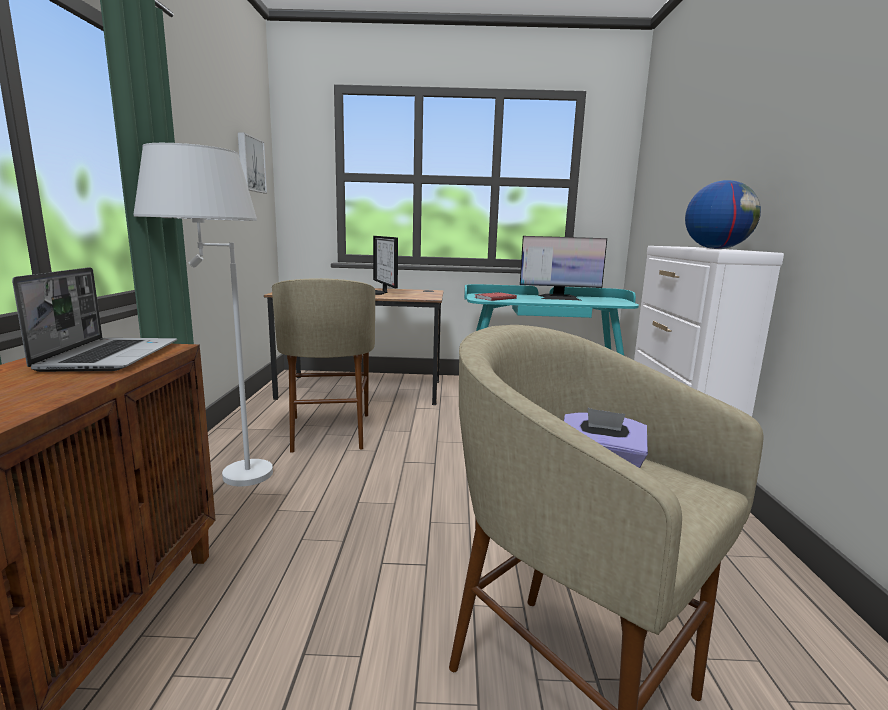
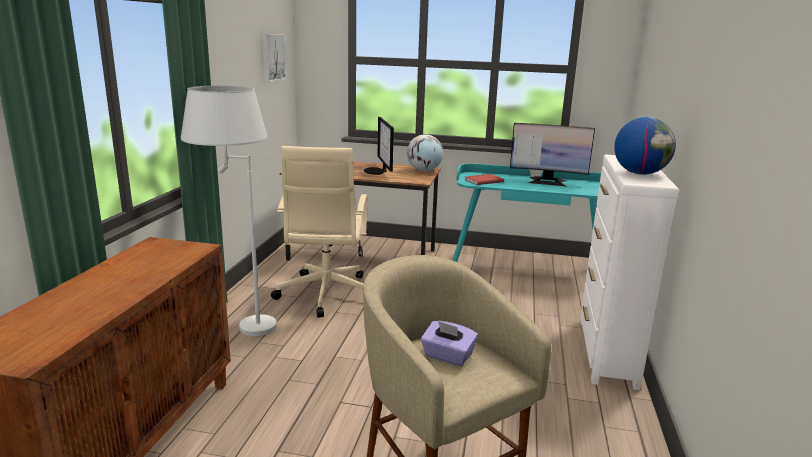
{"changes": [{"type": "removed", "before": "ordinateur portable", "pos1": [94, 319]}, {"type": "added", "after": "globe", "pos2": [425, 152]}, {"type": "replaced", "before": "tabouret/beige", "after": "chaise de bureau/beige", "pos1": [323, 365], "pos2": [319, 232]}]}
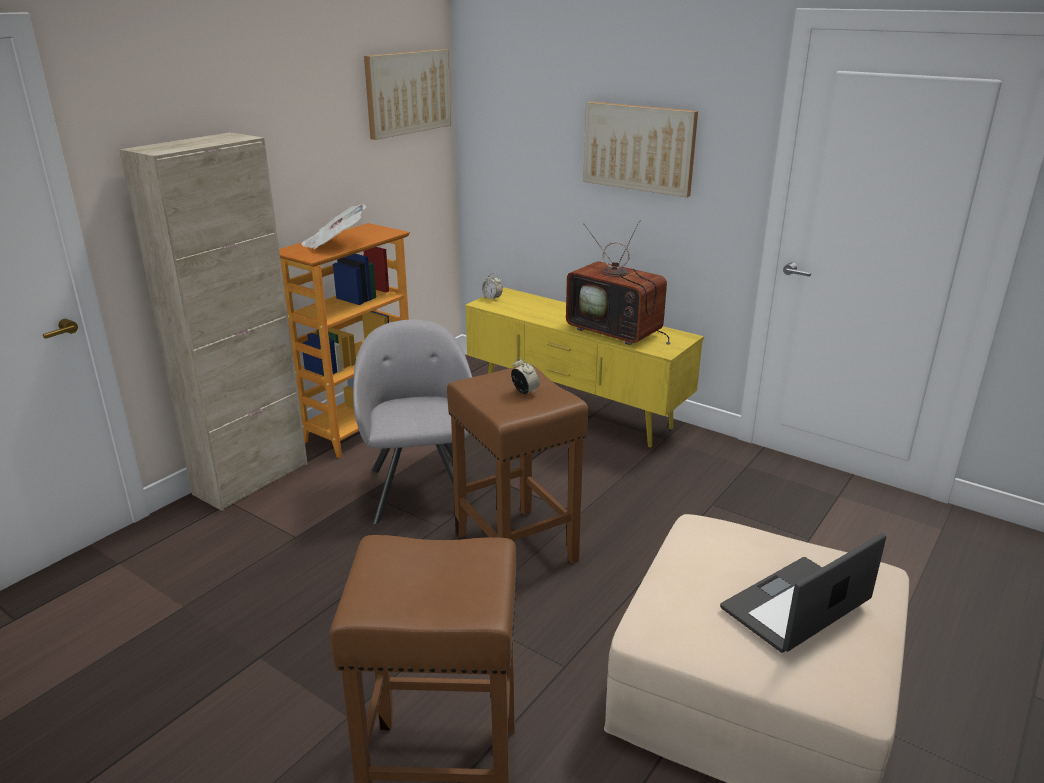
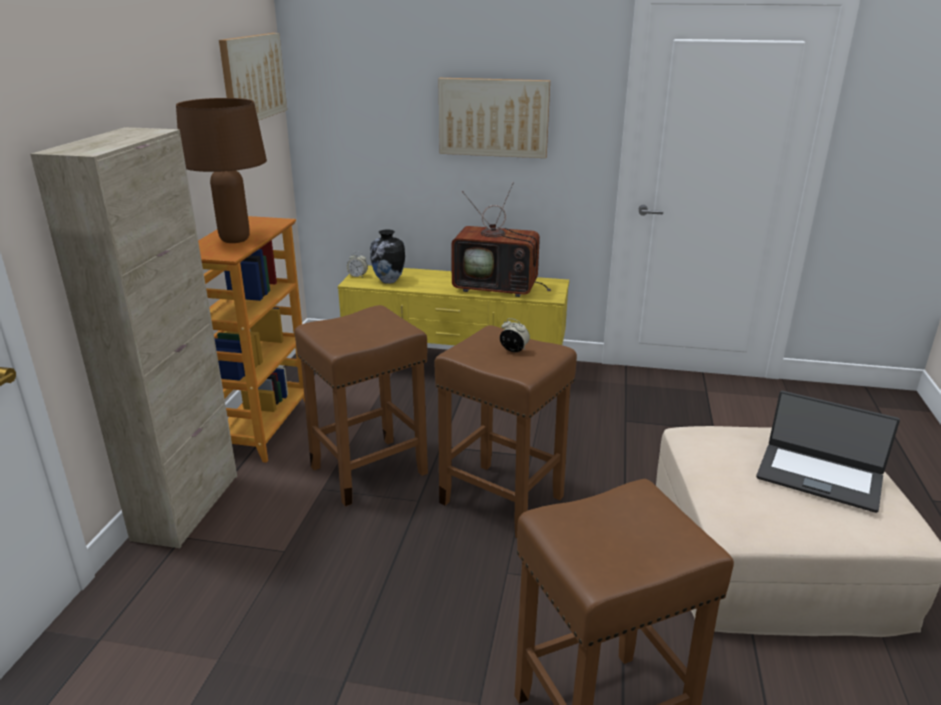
{"changes": [{"type": "added", "after": "vase", "pos2": [387, 256]}, {"type": "replaced", "before": "journal", "after": "lampe de table/marron", "pos1": [333, 226], "pos2": [221, 170]}, {"type": "replaced", "before": "fauteuil/gris", "after": "tabouret/marron", "pos1": [412, 422], "pos2": [361, 405]}, {"type": "turned", "before": "ordinateur portable", "pos1": [803, 593], "pos2": [828, 452], "turn": -90}]}
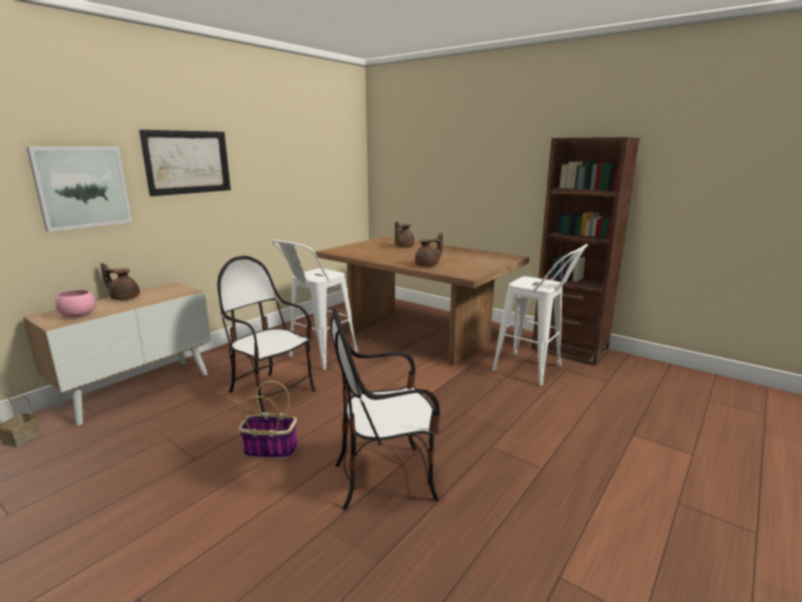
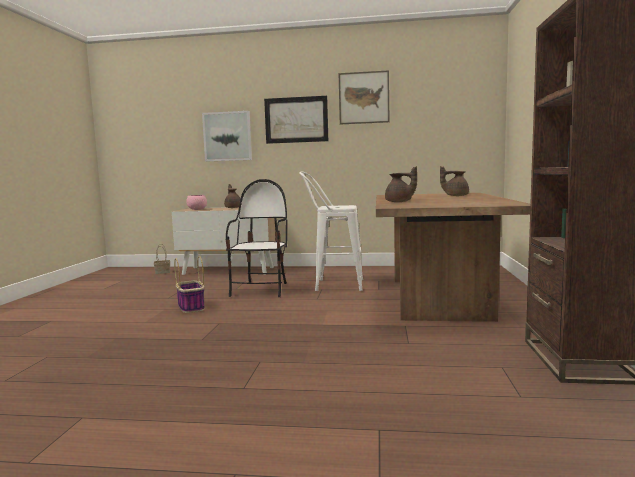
{"changes": [{"type": "removed", "before": "chaise", "pos1": [385, 408]}, {"type": "removed", "before": "tabouret/blanc", "pos1": [540, 315]}, {"type": "added", "after": "tableau", "pos2": [364, 97]}]}
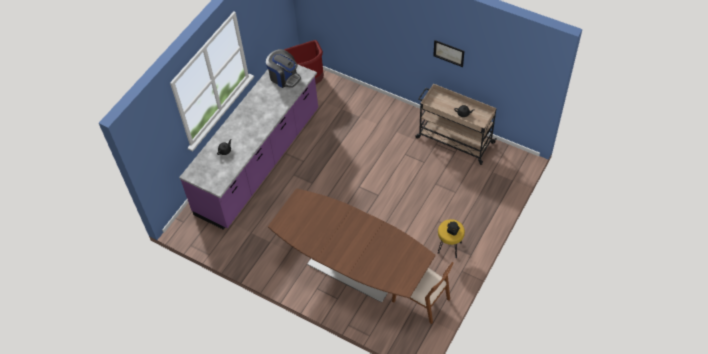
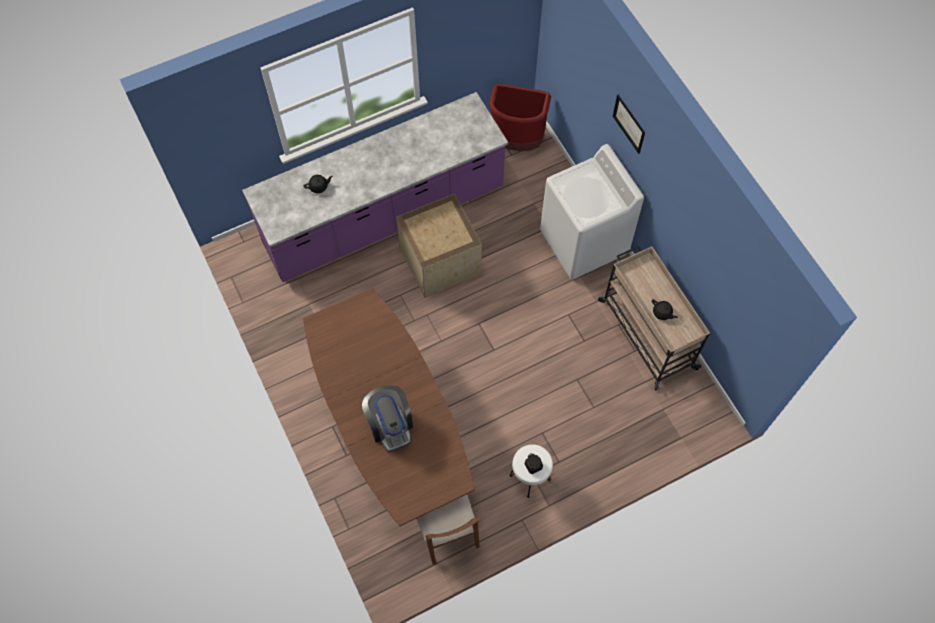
{"changes": [{"type": "added", "after": "caisse", "pos2": [439, 246]}, {"type": "added", "after": "lave-linge/blanc", "pos2": [592, 212]}, {"type": "moved", "before": "machine à café", "pos1": [283, 68], "pos2": [387, 418]}, {"type": "moved", "before": "tableau", "pos1": [448, 53], "pos2": [629, 124]}, {"type": "recoloured", "before": "tabouret/jaune", "after": "tabouret/blanc", "pos1": [451, 238], "pos2": [531, 471]}]}
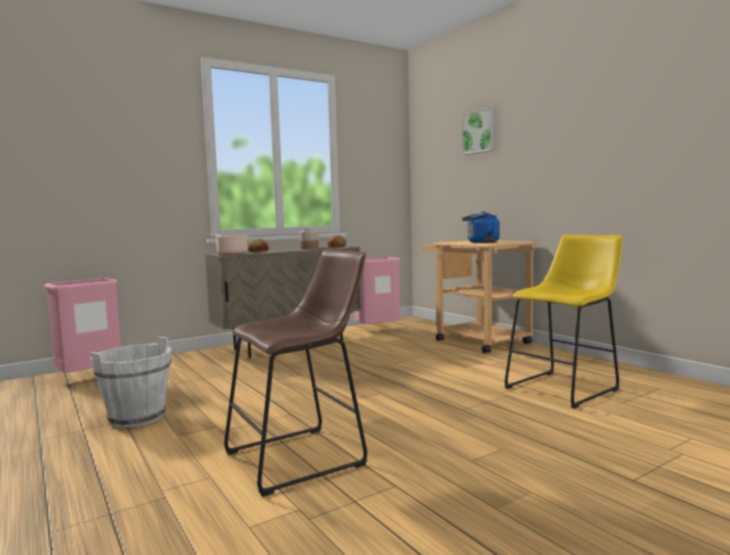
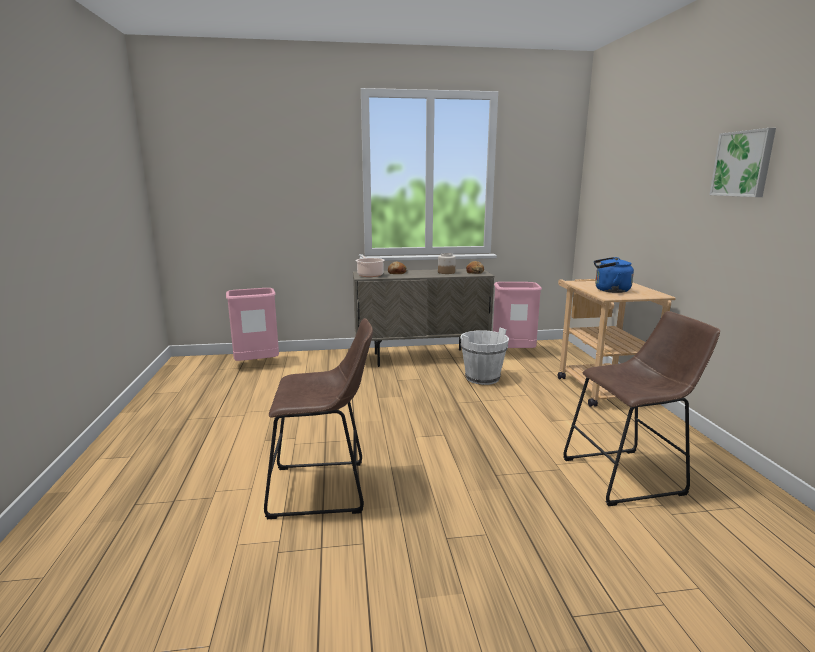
{"changes": [{"type": "moved", "before": "seau/blanc", "pos1": [131, 382], "pos2": [484, 356]}, {"type": "moved", "before": "tableau", "pos1": [478, 130], "pos2": [743, 162]}, {"type": "recoloured", "before": "tabouret/jaune", "after": "tabouret/marron", "pos1": [563, 322], "pos2": [641, 408]}]}
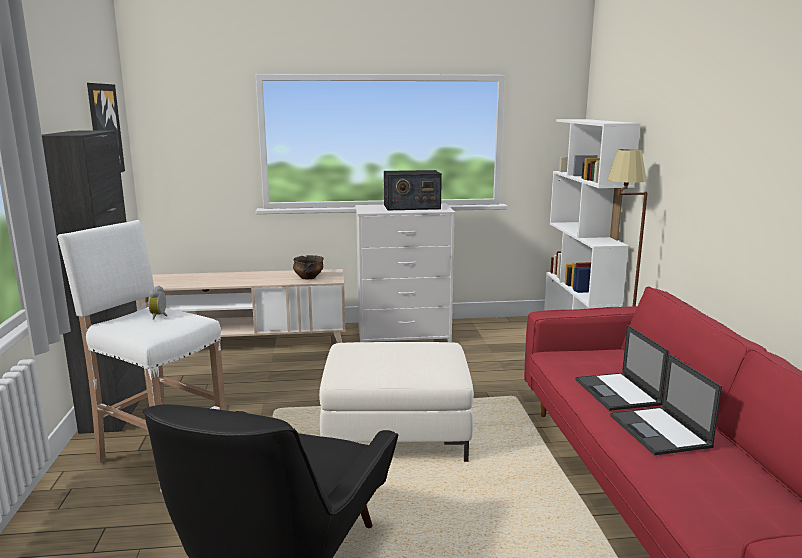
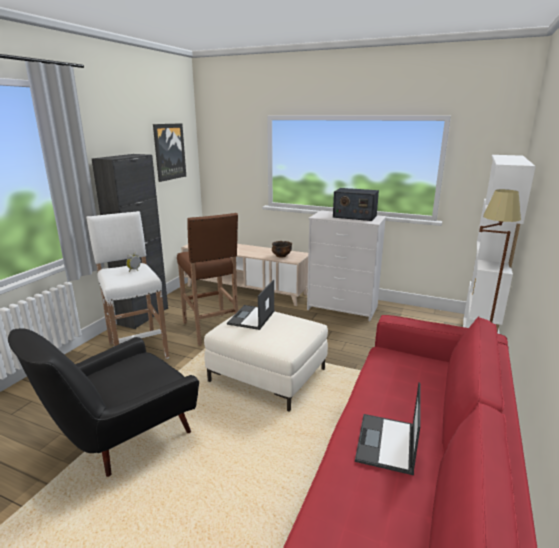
{"changes": [{"type": "added", "after": "tabouret/marron", "pos2": [207, 279]}, {"type": "moved", "before": "ordinateur portable", "pos1": [622, 368], "pos2": [251, 304]}]}
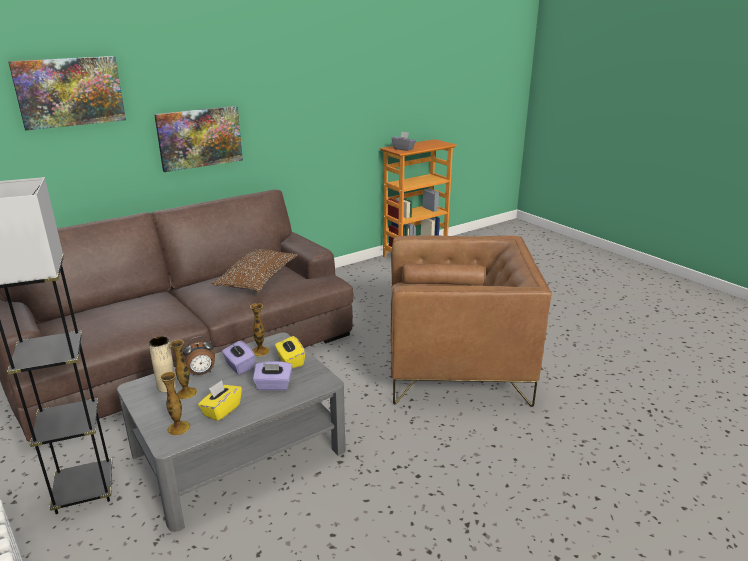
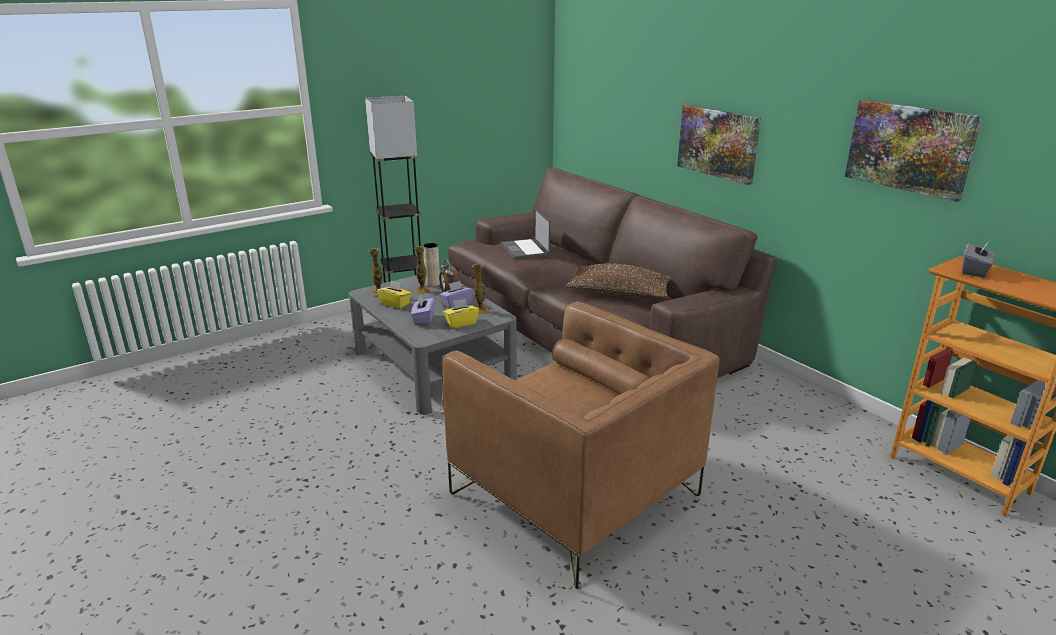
{"changes": [{"type": "added", "after": "ordinateur portable", "pos2": [525, 233]}, {"type": "moved", "before": "tableau", "pos1": [67, 93], "pos2": [913, 151]}, {"type": "turned", "before": "fauteuil/marron", "pos1": [471, 321], "pos2": [581, 445], "turn": -45}]}
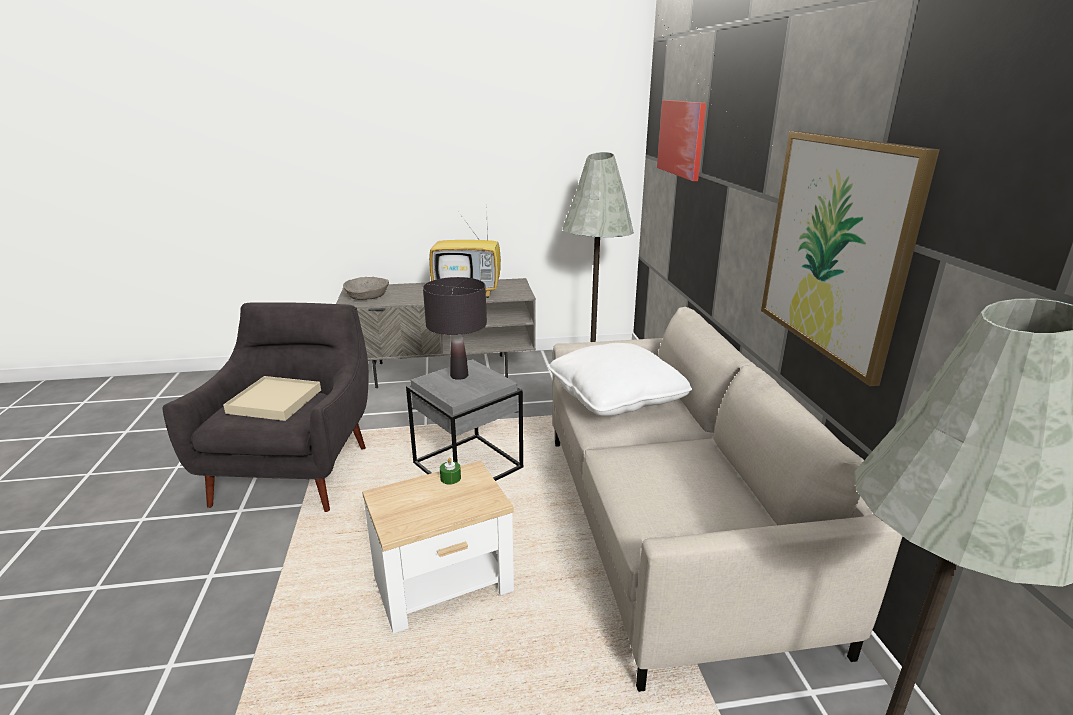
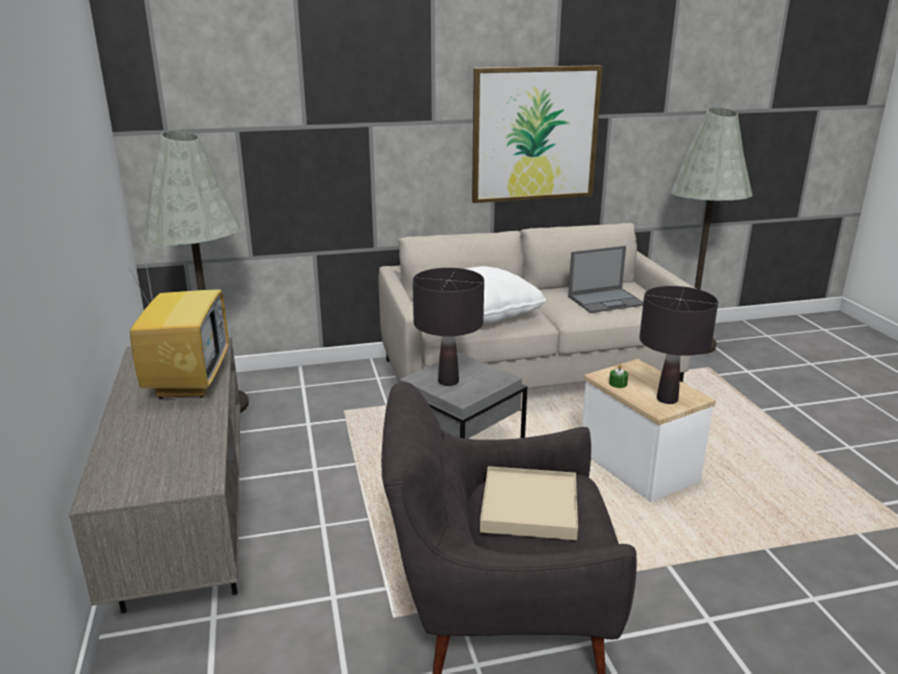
{"changes": [{"type": "removed", "before": "bol/beige", "pos1": [366, 288]}, {"type": "removed", "before": "tableau", "pos1": [681, 140]}, {"type": "added", "after": "ordinateur portable", "pos2": [605, 279]}, {"type": "added", "after": "lampe de table/noir", "pos2": [678, 345]}]}
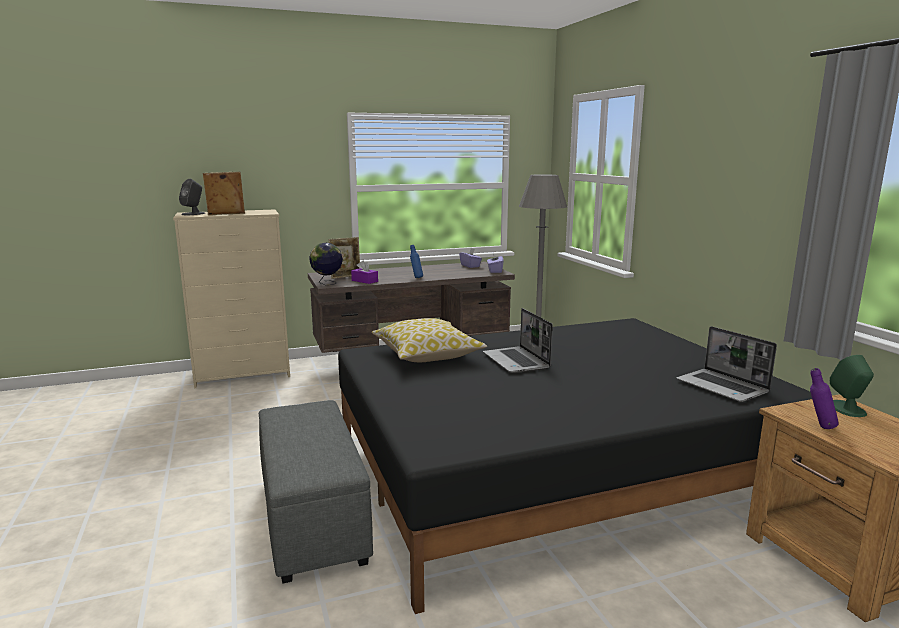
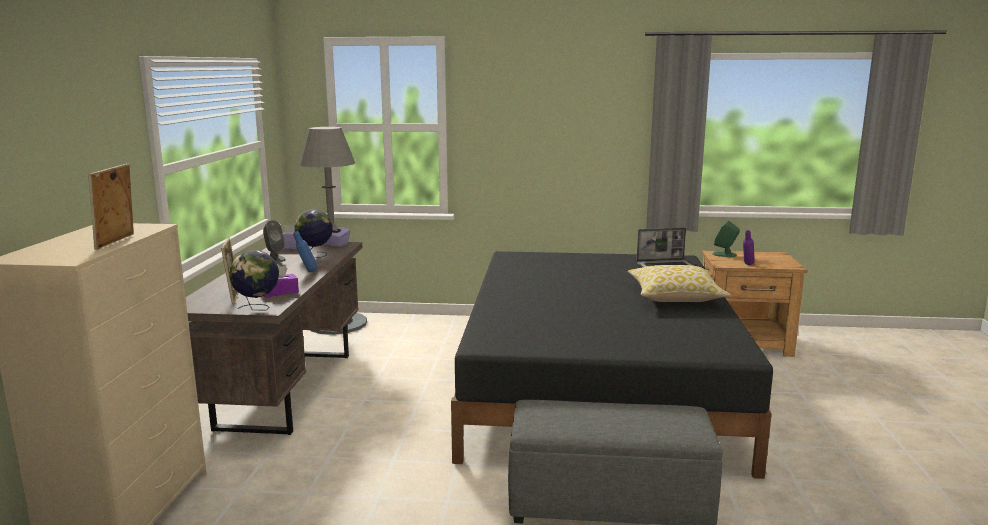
{"changes": [{"type": "removed", "before": "ordinateur portable", "pos1": [518, 340]}, {"type": "added", "after": "globe", "pos2": [314, 233]}, {"type": "moved", "before": "enceinte/gris", "pos1": [192, 197], "pos2": [274, 241]}, {"type": "moved", "before": "coussin", "pos1": [429, 340], "pos2": [679, 283]}]}
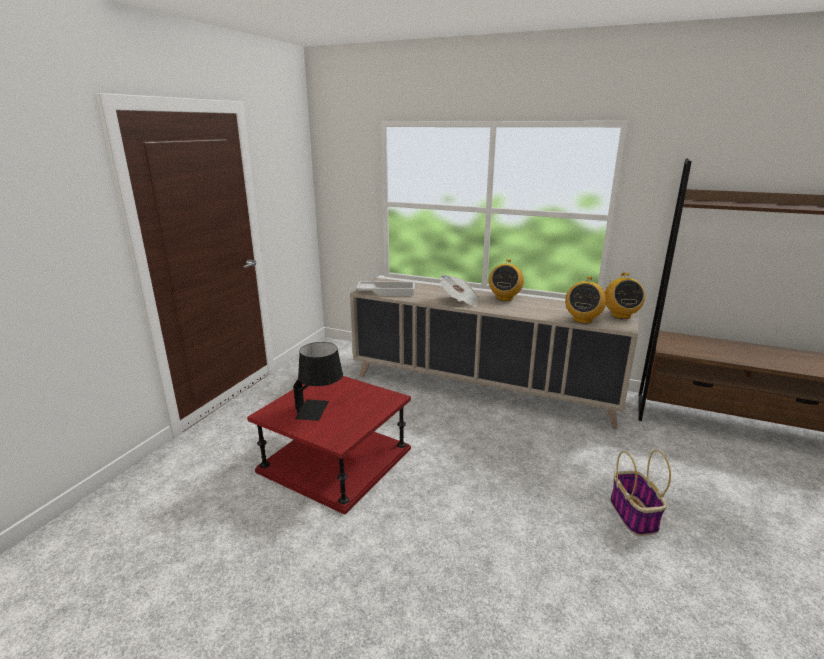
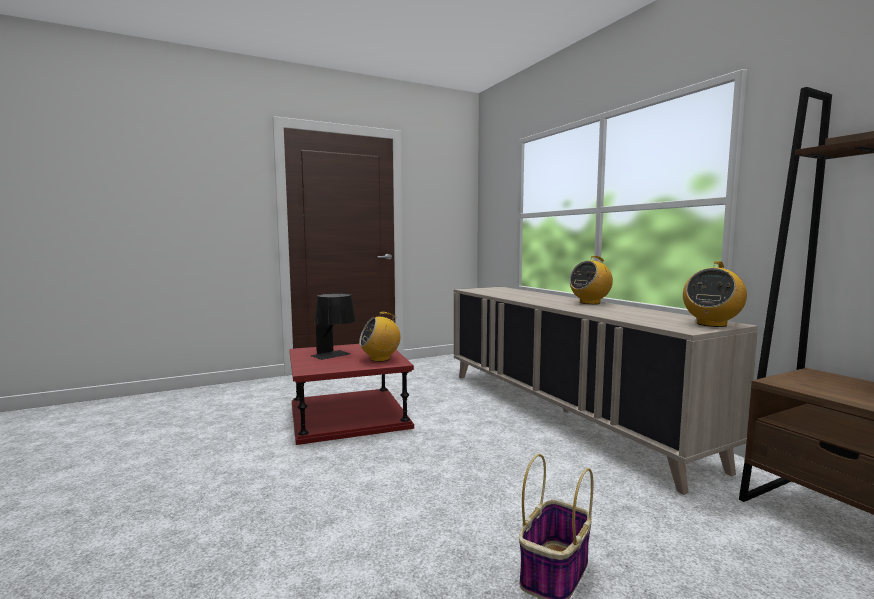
{"changes": [{"type": "removed", "before": "plateau/blanc", "pos1": [385, 288]}, {"type": "removed", "before": "journal", "pos1": [460, 291]}, {"type": "moved", "before": "radio", "pos1": [585, 300], "pos2": [379, 337]}]}
